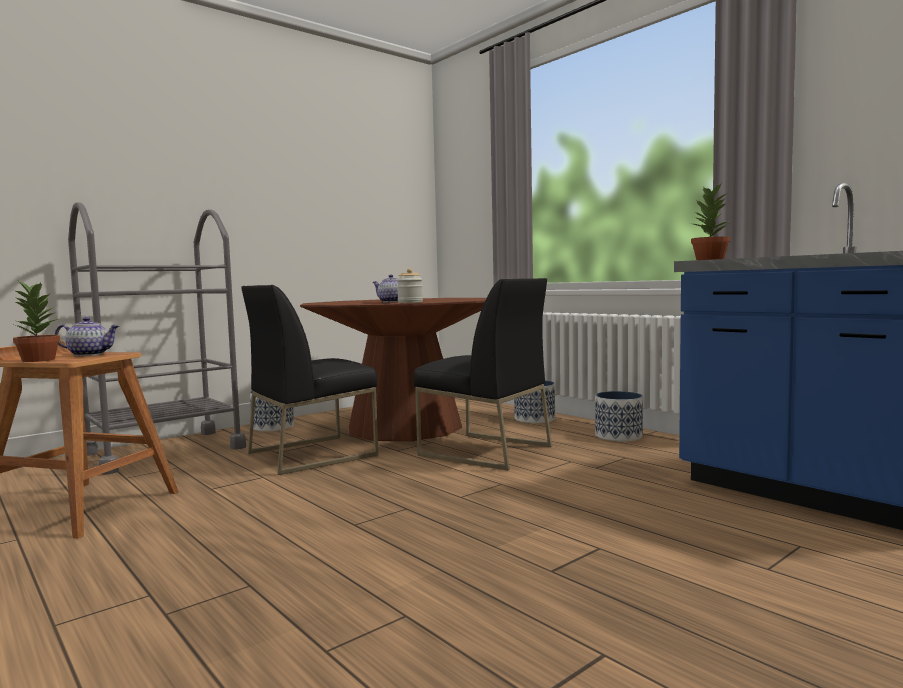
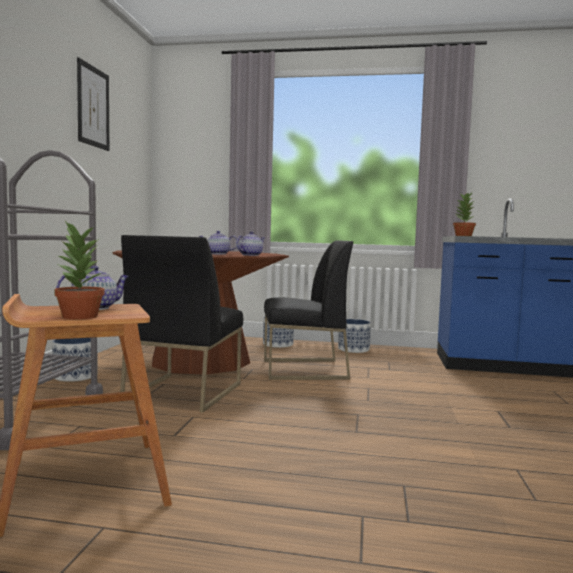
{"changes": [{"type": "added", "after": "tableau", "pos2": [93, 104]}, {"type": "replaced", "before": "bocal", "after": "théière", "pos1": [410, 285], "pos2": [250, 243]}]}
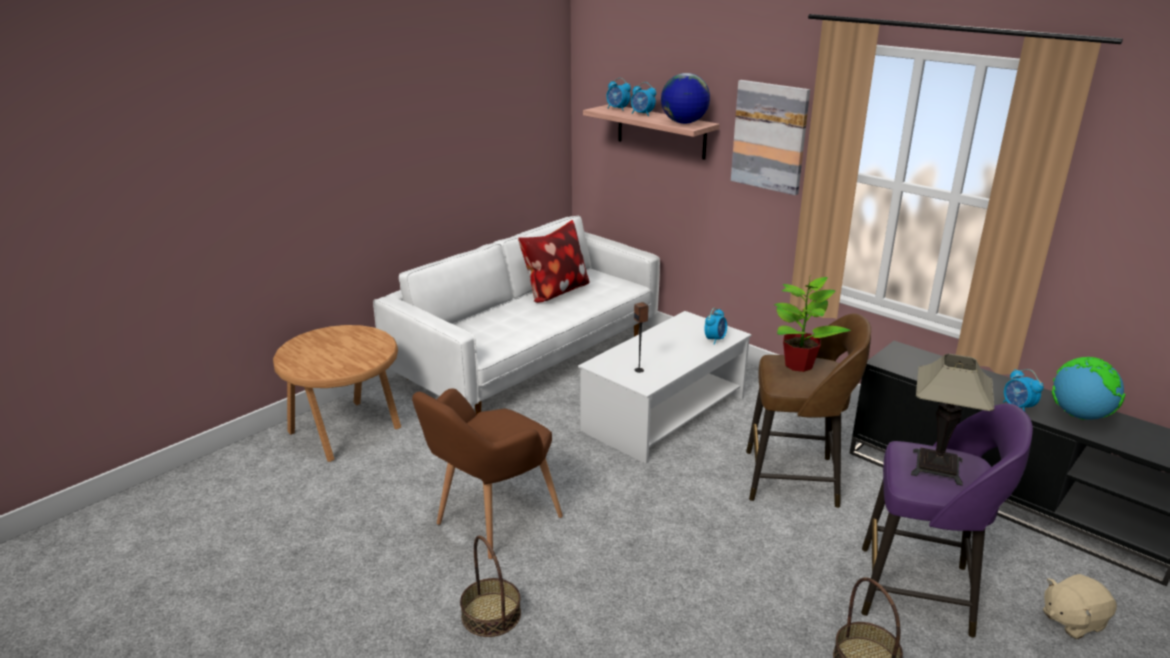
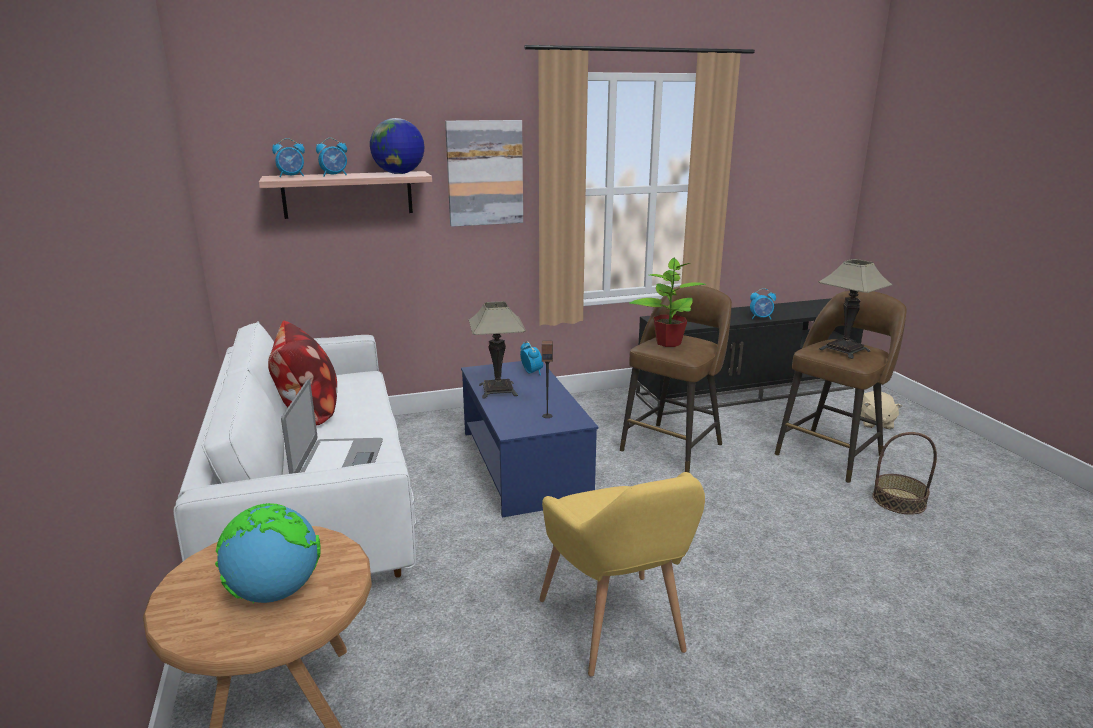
{"changes": [{"type": "removed", "before": "panier", "pos1": [490, 586]}, {"type": "added", "after": "ordinateur portable", "pos2": [332, 427]}, {"type": "added", "after": "lampe de table", "pos2": [497, 350]}, {"type": "moved", "before": "globe", "pos1": [1089, 388], "pos2": [267, 553]}, {"type": "recoloured", "before": "fauteuil/marron", "after": "fauteuil/jaune", "pos1": [487, 473], "pos2": [622, 574]}, {"type": "recoloured", "before": "table basse/blanc", "after": "table basse/bleu", "pos1": [665, 387], "pos2": [529, 439]}, {"type": "recoloured", "before": "tabouret/violet", "after": "tabouret/marron", "pos1": [947, 520], "pos2": [840, 387]}]}
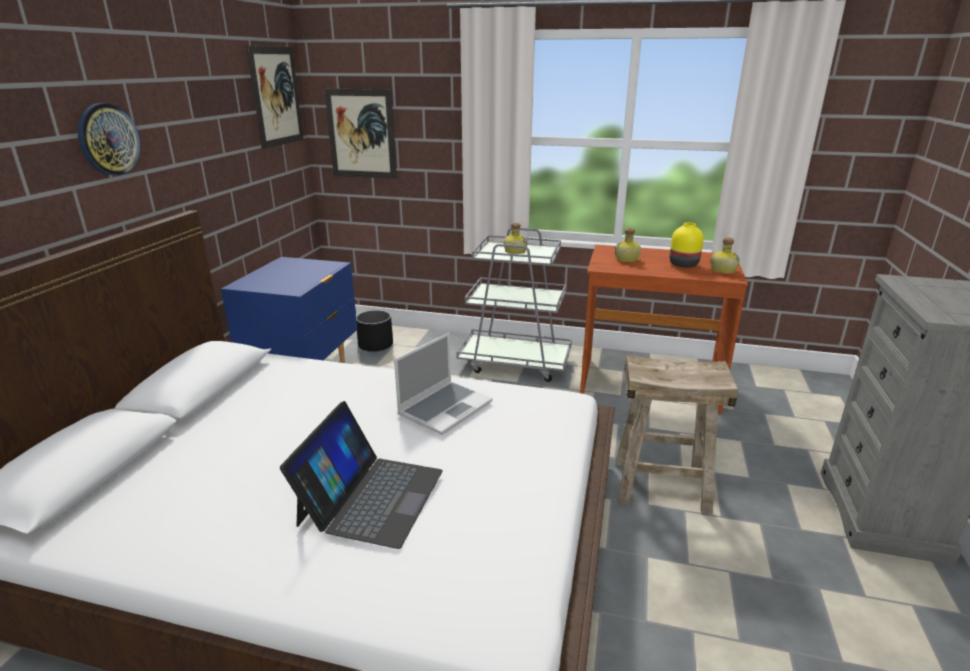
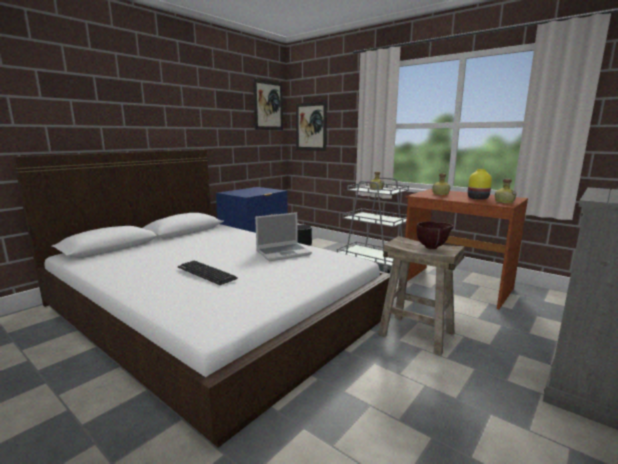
{"changes": [{"type": "removed", "before": "horloge murale", "pos1": [109, 139]}, {"type": "added", "after": "bol/marron", "pos2": [434, 235]}, {"type": "replaced", "before": "ordinateur portable", "after": "clavier", "pos1": [361, 475], "pos2": [208, 273]}]}
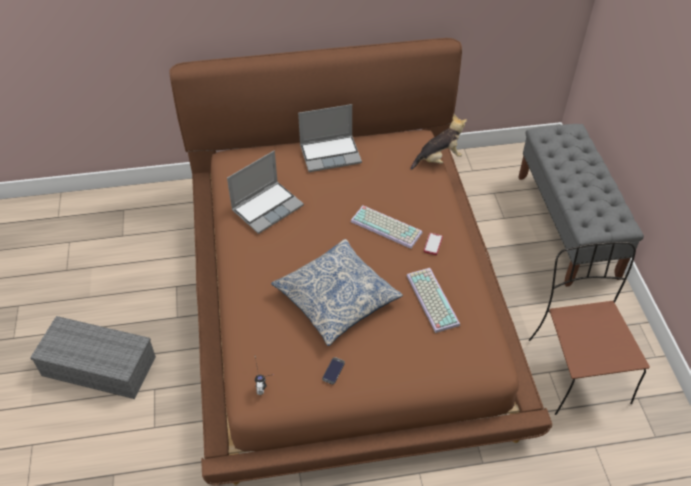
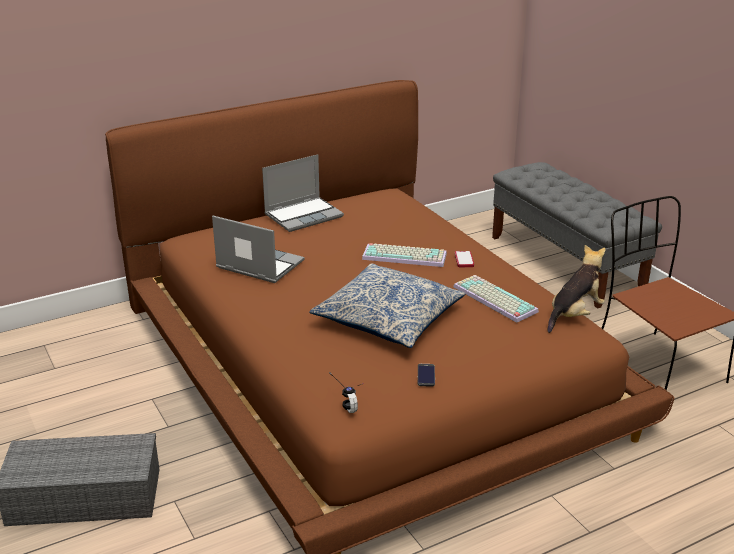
{"changes": [{"type": "moved", "before": "peluche", "pos1": [439, 142], "pos2": [576, 289]}, {"type": "turned", "before": "ordinateur portable", "pos1": [265, 192], "pos2": [258, 249], "turn": -90}]}
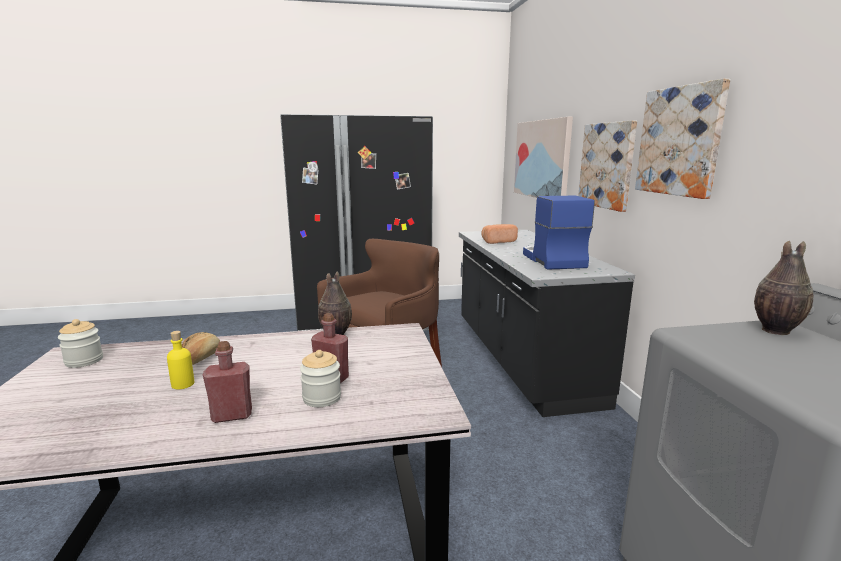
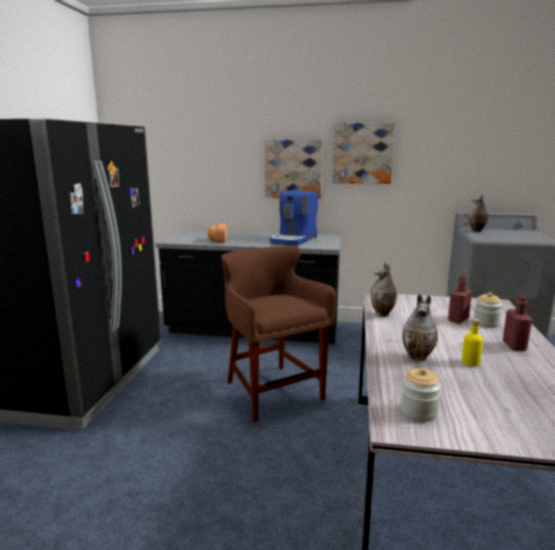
{"changes": [{"type": "removed", "before": "tableau", "pos1": [543, 157]}, {"type": "replaced", "before": "pain", "after": "vase", "pos1": [201, 348], "pos2": [420, 327]}, {"type": "turned", "before": "machine à café", "pos1": [559, 233], "pos2": [294, 218], "turn": -75}]}
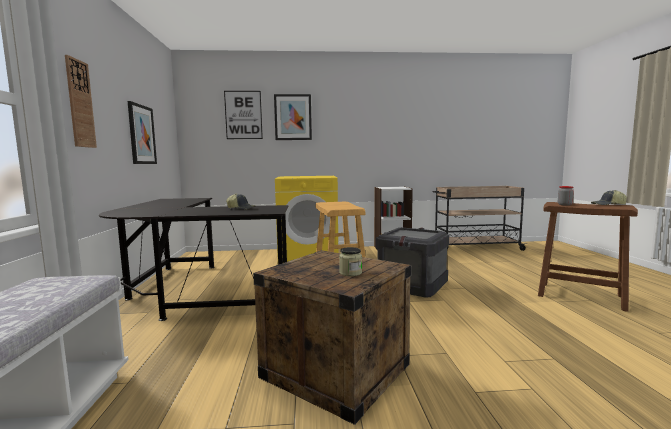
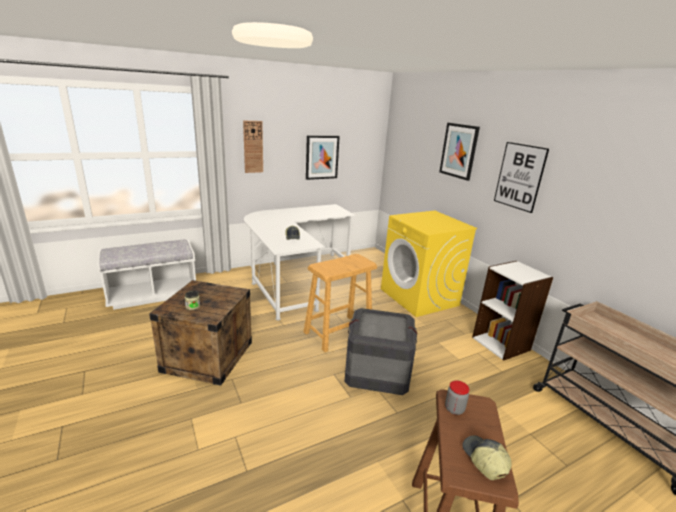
{"changes": [{"type": "moved", "before": "tableau", "pos1": [243, 115], "pos2": [521, 177]}, {"type": "recoloured", "before": "bureau/noir", "after": "bureau/blanc", "pos1": [193, 259], "pos2": [300, 262]}]}
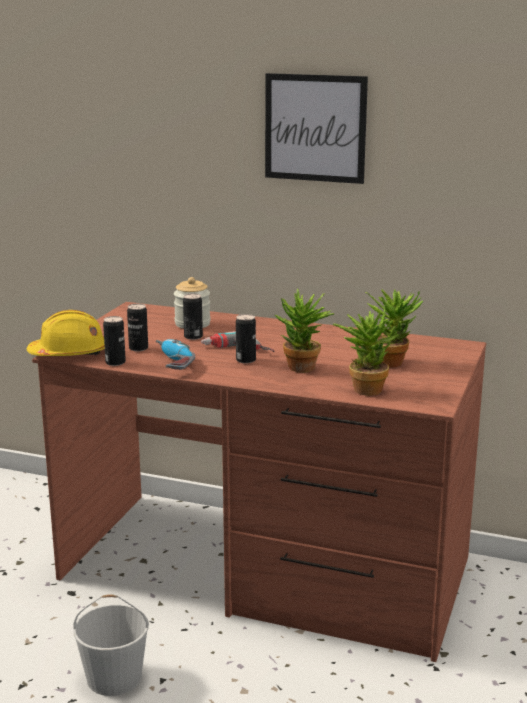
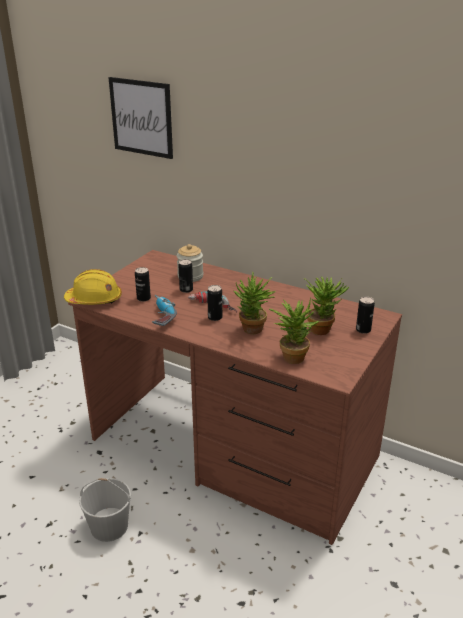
{"changes": [{"type": "moved", "before": "boîte métallique", "pos1": [114, 341], "pos2": [365, 315]}, {"type": "moved", "before": "tableau", "pos1": [316, 128], "pos2": [140, 118]}]}
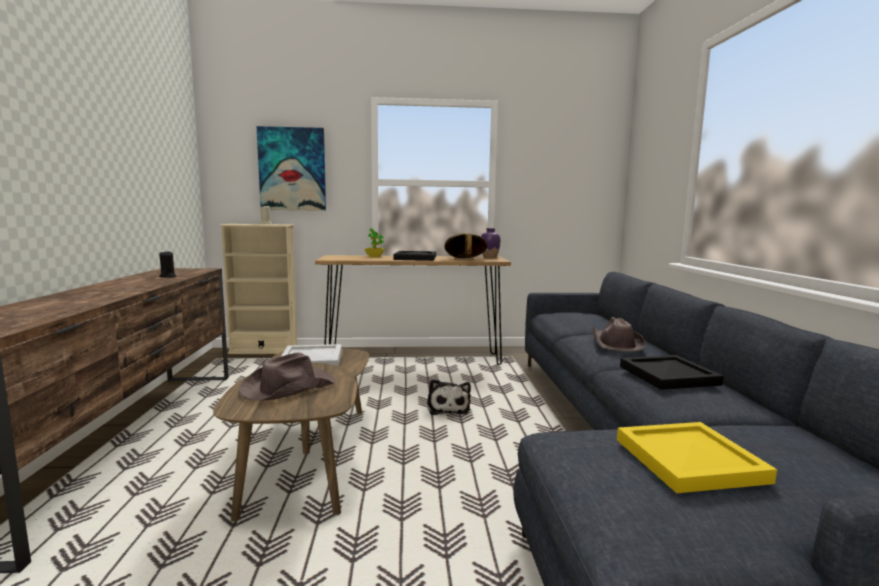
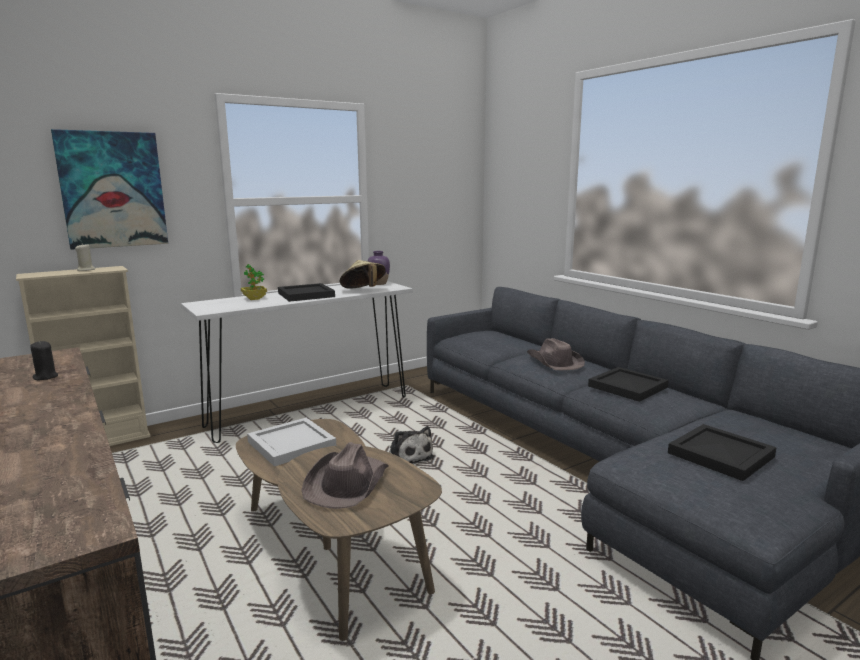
{"changes": [{"type": "recoloured", "before": "table console/marron", "after": "table console/blanc", "pos1": [413, 310], "pos2": [297, 362]}, {"type": "recoloured", "before": "plateau/jaune", "after": "plateau/noir", "pos1": [697, 457], "pos2": [722, 452]}]}
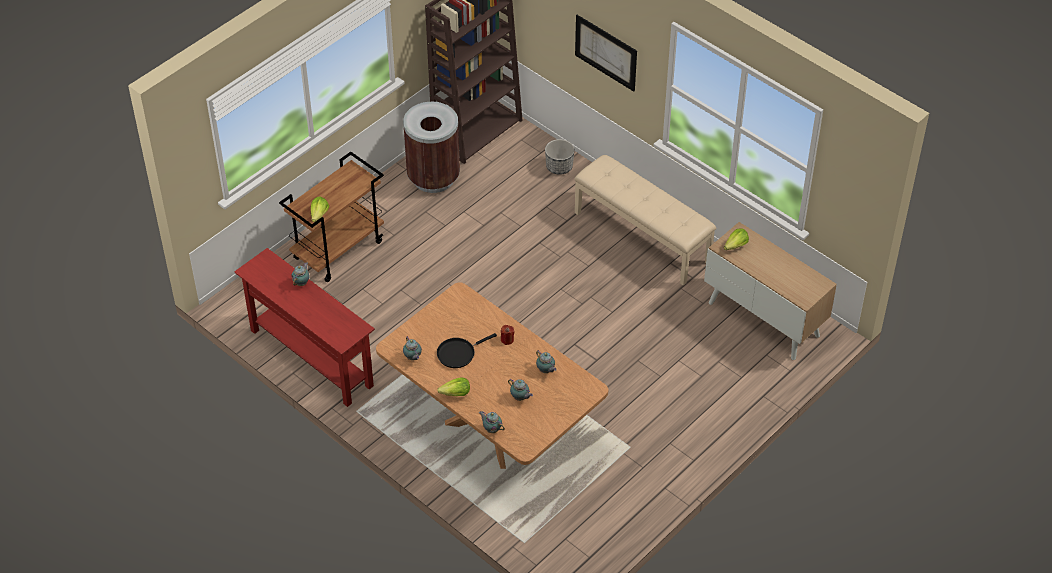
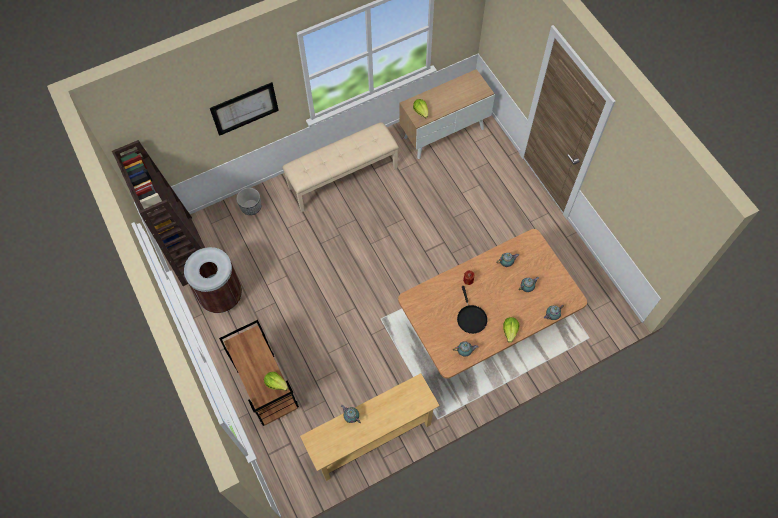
{"changes": [{"type": "recoloured", "before": "table console/rouge", "after": "table console/beige", "pos1": [304, 327], "pos2": [370, 427]}]}
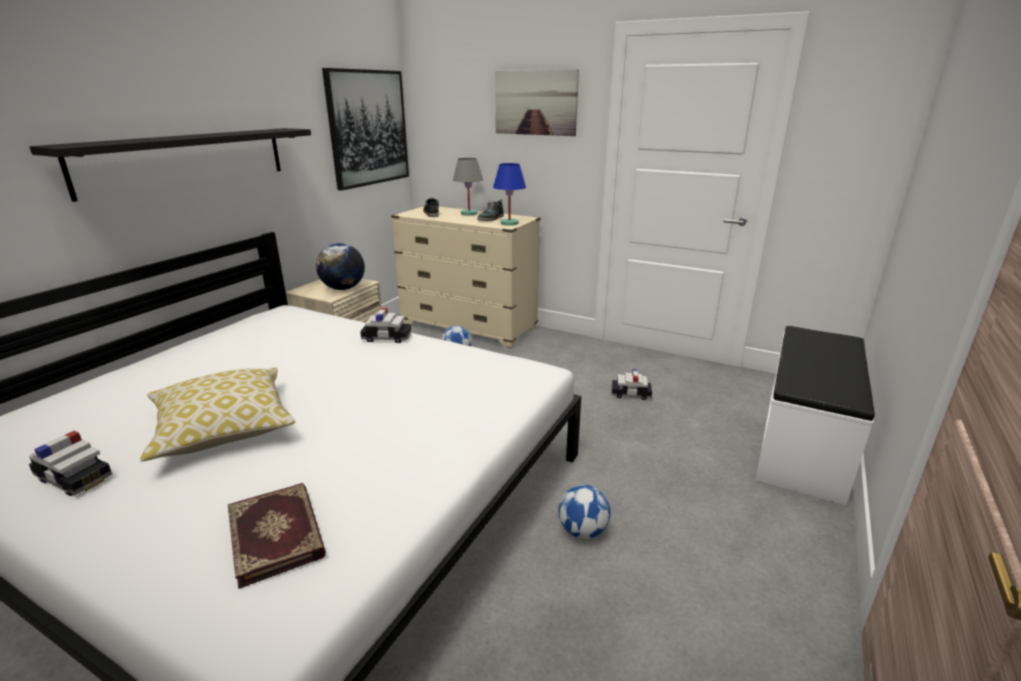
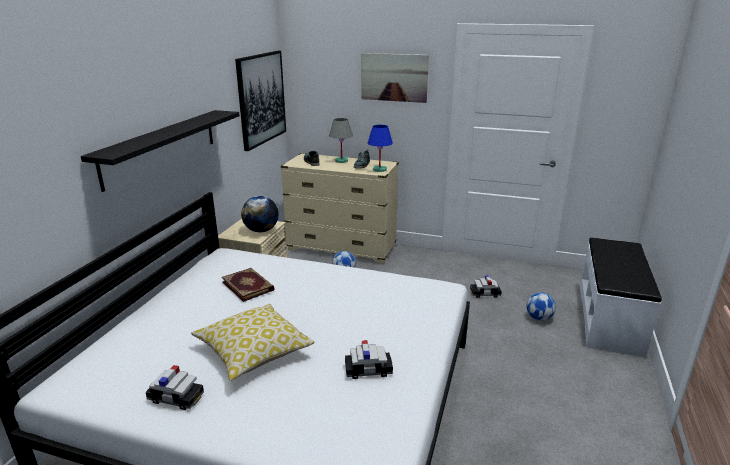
{"changes": [{"type": "moved", "before": "livre", "pos1": [277, 536], "pos2": [248, 285]}, {"type": "moved", "before": "petite voiture", "pos1": [385, 325], "pos2": [369, 359]}, {"type": "moved", "before": "ballon de foot", "pos1": [584, 512], "pos2": [541, 306]}]}
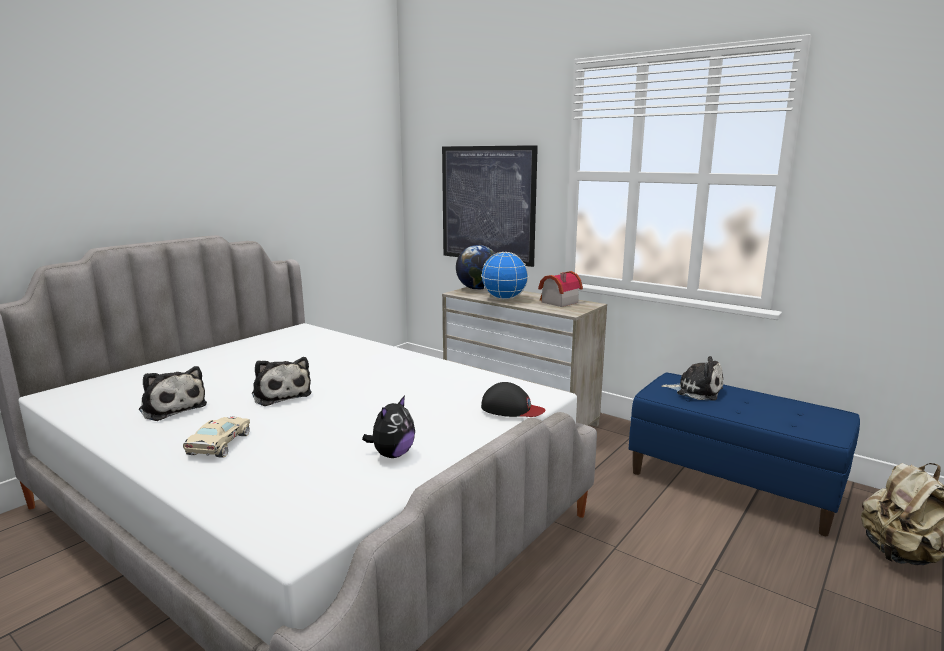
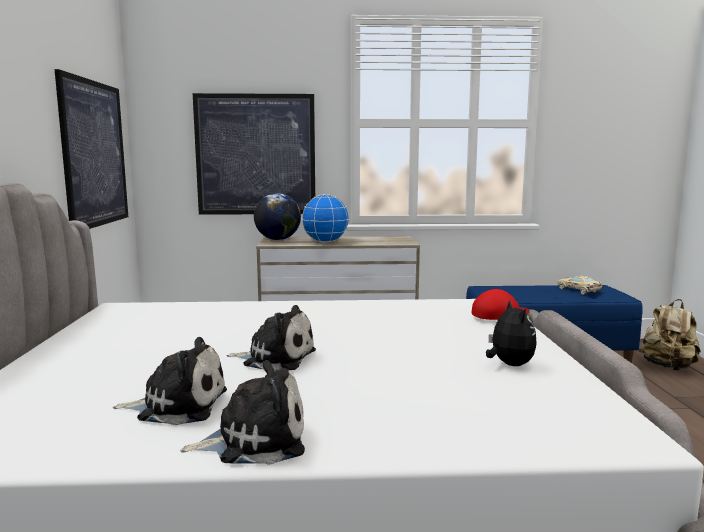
{"changes": [{"type": "removed", "before": "maison miniature", "pos1": [560, 289]}, {"type": "added", "after": "tableau", "pos2": [91, 149]}, {"type": "moved", "before": "petite voiture/beige", "pos1": [216, 437], "pos2": [579, 285]}, {"type": "moved", "before": "peluche", "pos1": [692, 378], "pos2": [242, 412]}, {"type": "recoloured", "before": "casquette/noir", "after": "casquette/rouge", "pos1": [513, 399], "pos2": [500, 304]}]}
